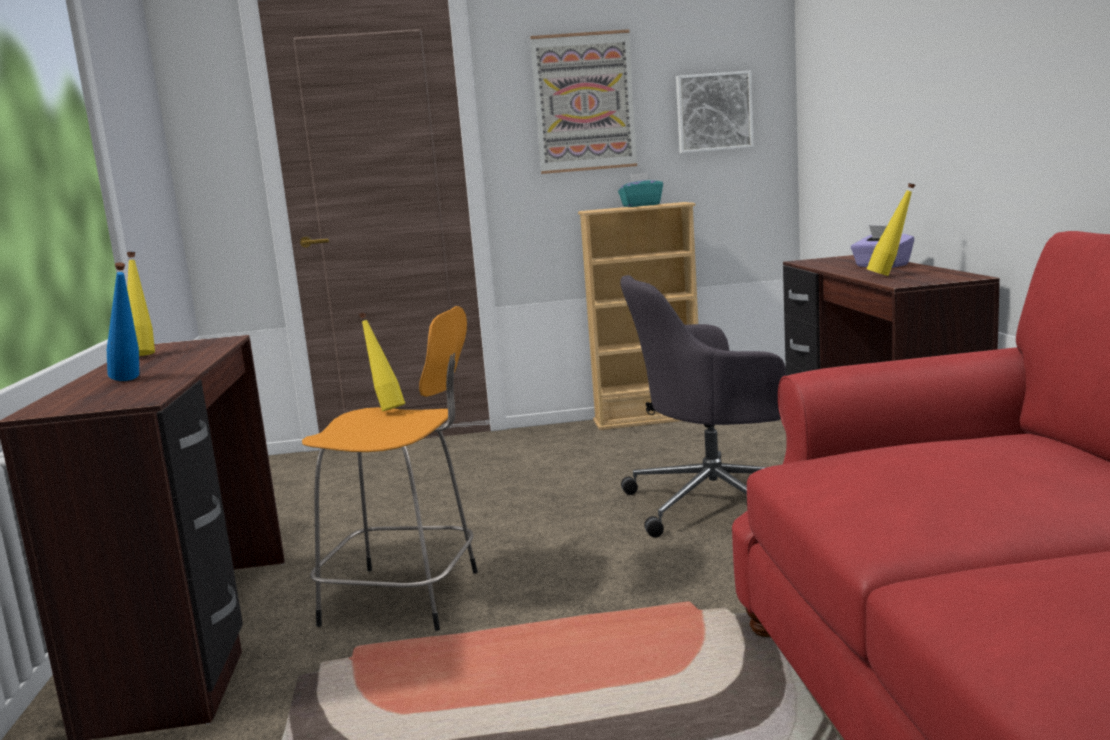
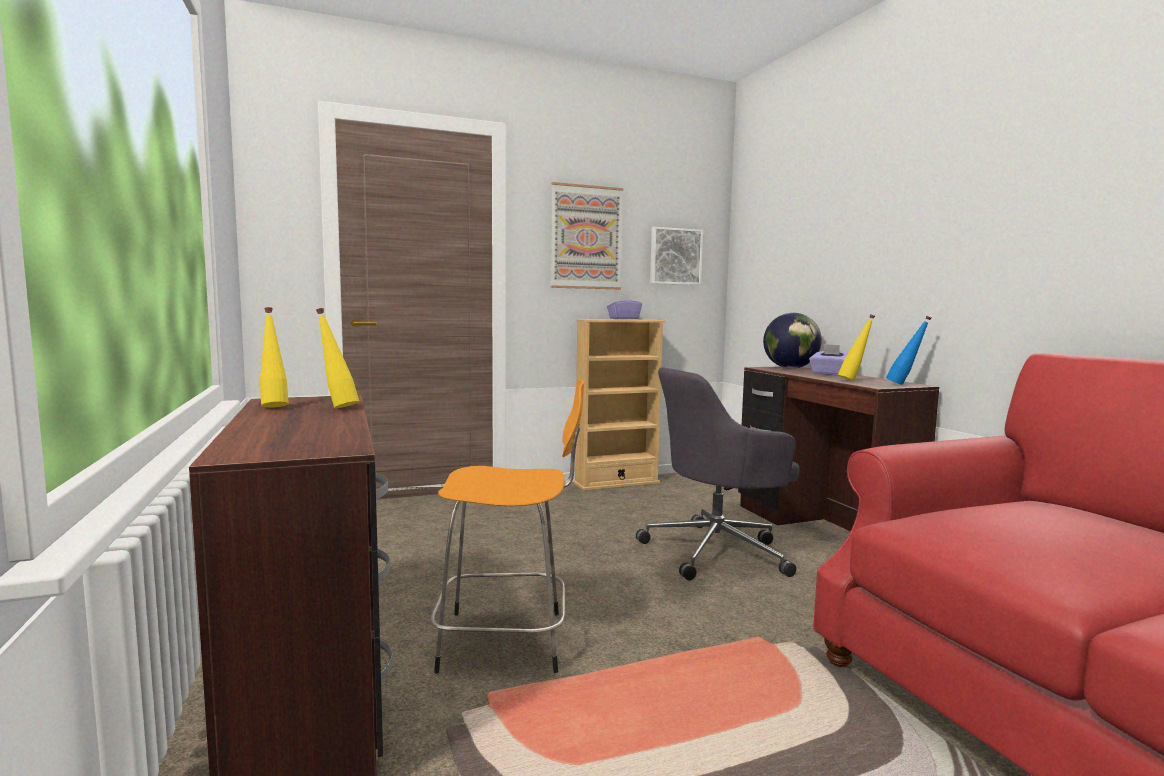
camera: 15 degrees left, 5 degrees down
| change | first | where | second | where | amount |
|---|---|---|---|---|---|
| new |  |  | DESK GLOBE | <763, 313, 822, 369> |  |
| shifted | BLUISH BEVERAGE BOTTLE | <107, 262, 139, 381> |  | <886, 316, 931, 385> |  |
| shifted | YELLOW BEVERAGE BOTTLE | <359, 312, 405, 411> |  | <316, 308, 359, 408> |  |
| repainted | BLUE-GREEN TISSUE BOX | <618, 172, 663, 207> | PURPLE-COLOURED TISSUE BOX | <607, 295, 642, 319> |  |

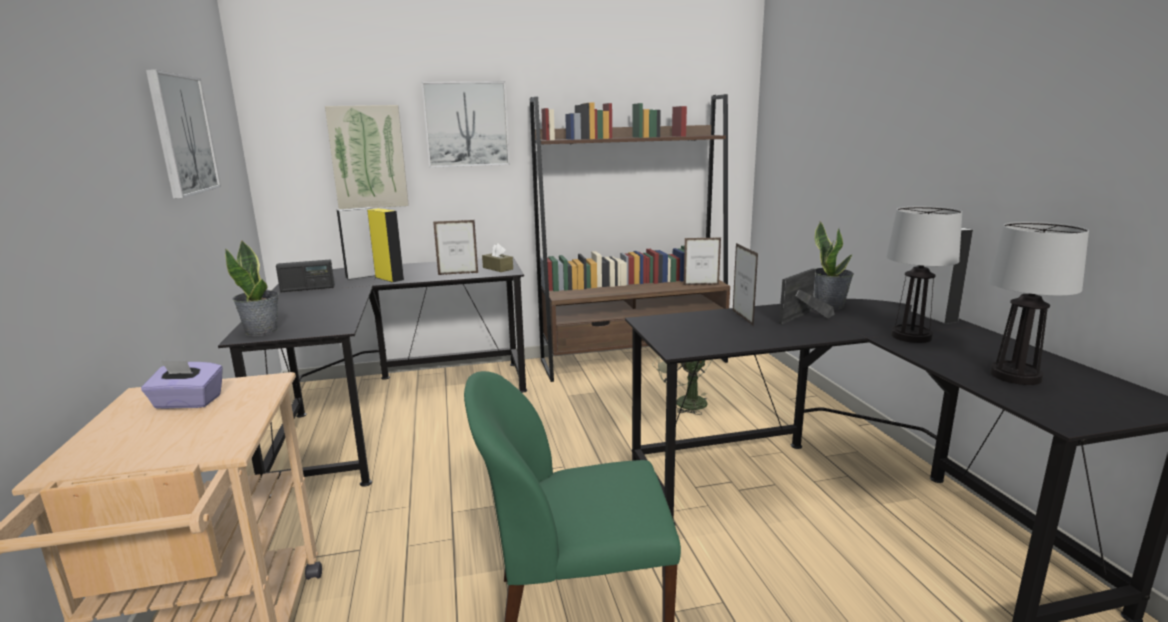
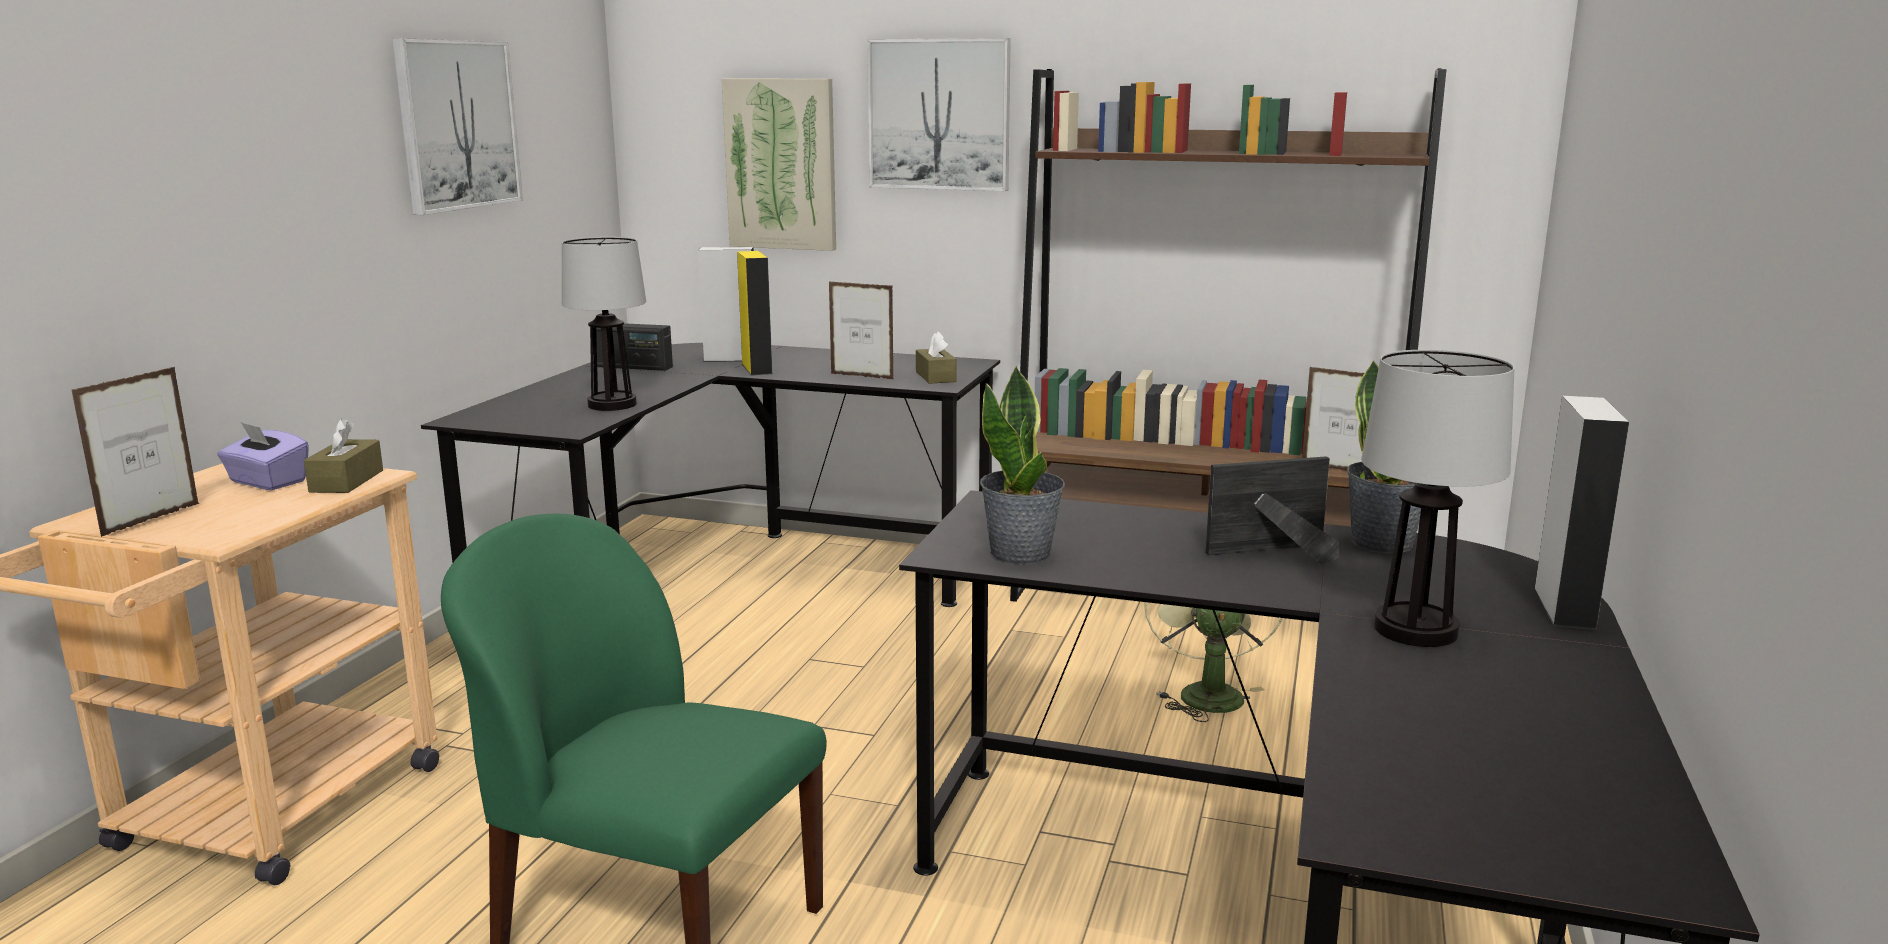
camera: 30 degrees right, 0 degrees up
| change | first | where | second | where | amount |
|---|---|---|---|---|---|
| new |  |  | BROWN TISSUE BOX | <304, 418, 383, 493> |  |
| shifted | PLANT IN A POT | <225, 241, 279, 336> |  | <980, 365, 1065, 565> |  |
| shifted | STANDING FRAME | <732, 243, 758, 326> |  | <72, 367, 199, 537> |  |
| shifted | TABLE LAMP | <988, 222, 1089, 385> |  | <562, 237, 646, 411> |  |

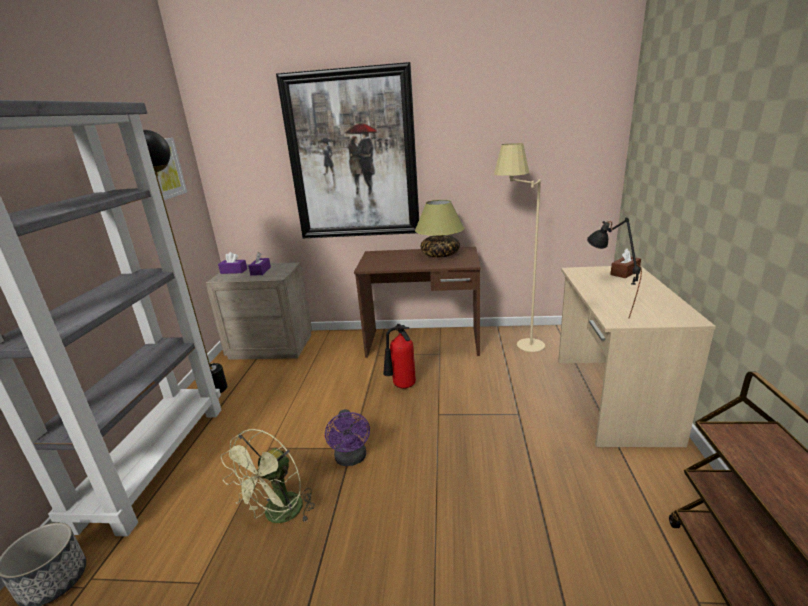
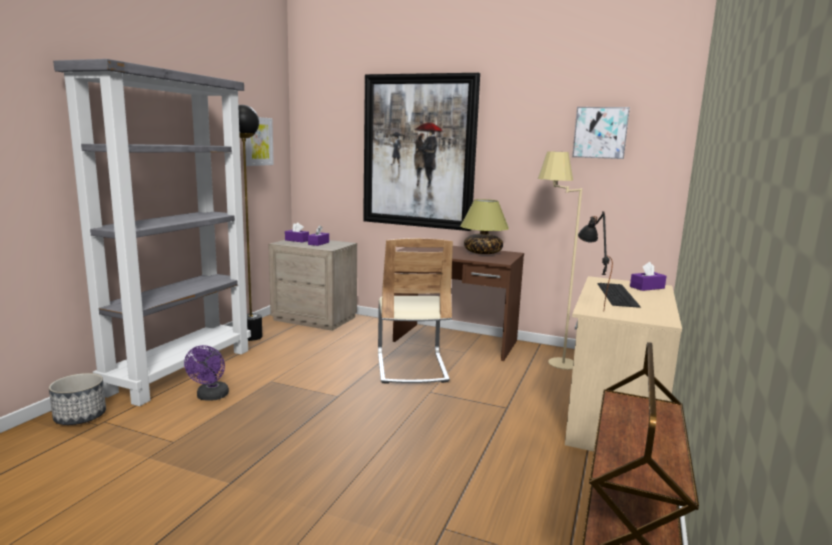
camera: 15 degrees right, 10 degrees down
| change | first | where | second | where | amount |
|---|---|---|---|---|---|
| gone | GREEN-COLOURED ELECTRIC FAN | <221, 429, 315, 523> |  |  |  |
| new |  |  | WALL PICTURE | <572, 107, 630, 159> |  |
| new |  |  | COMPUTER KEYBOARD | <598, 283, 641, 308> |  |
| shifted | PURPLE-COLOURED ELECTRIC FAN | <325, 409, 370, 466> |  | <184, 345, 229, 401> |  |
| swapped | FIRE-FIGHTING CYLINDER | <383, 324, 416, 389> | BEIGE UPRIGHT CHAIR | <378, 238, 453, 384> |  |
| repainted | BROWN TISSUE BOX | <610, 249, 641, 278> | PURPLE-COLOURED TISSUE BOX | <630, 262, 667, 291> |  |

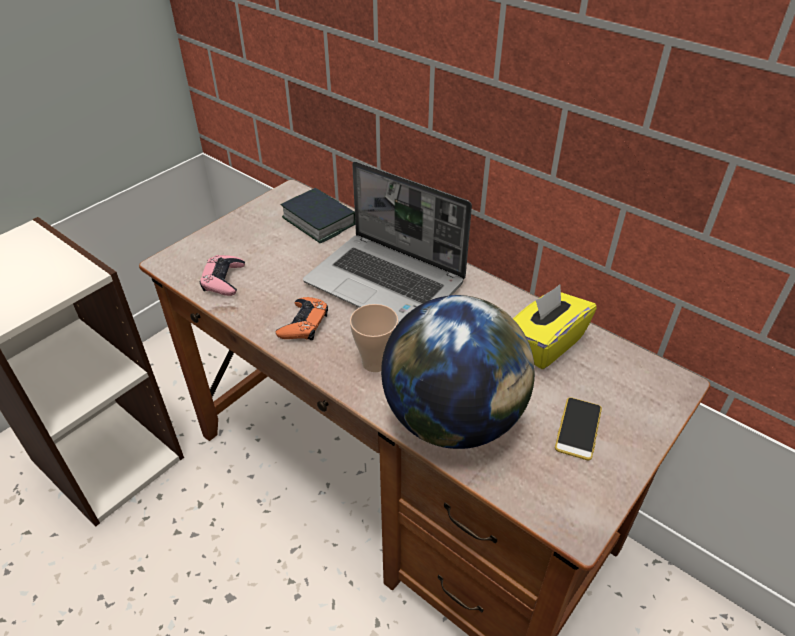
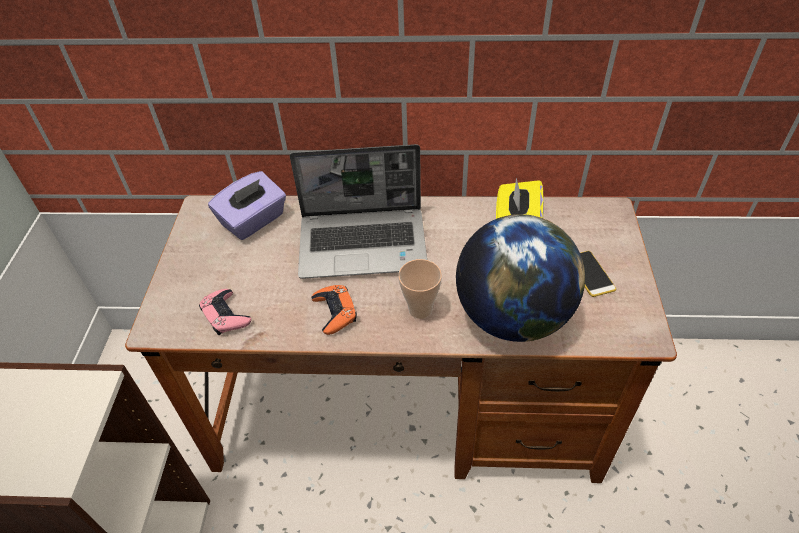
camera: 35 degrees left, 5 degrees up
| change | first | where | second | where | amount |
|---|---|---|---|---|---|
| swapped | BOOK | <281, 188, 355, 243> | PURPLE-COLOURED TISSUE BOX | <208, 171, 286, 240> |  |

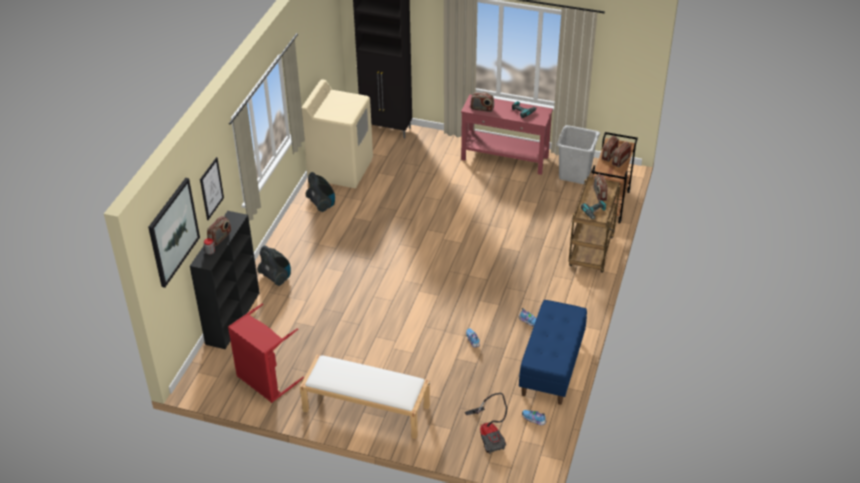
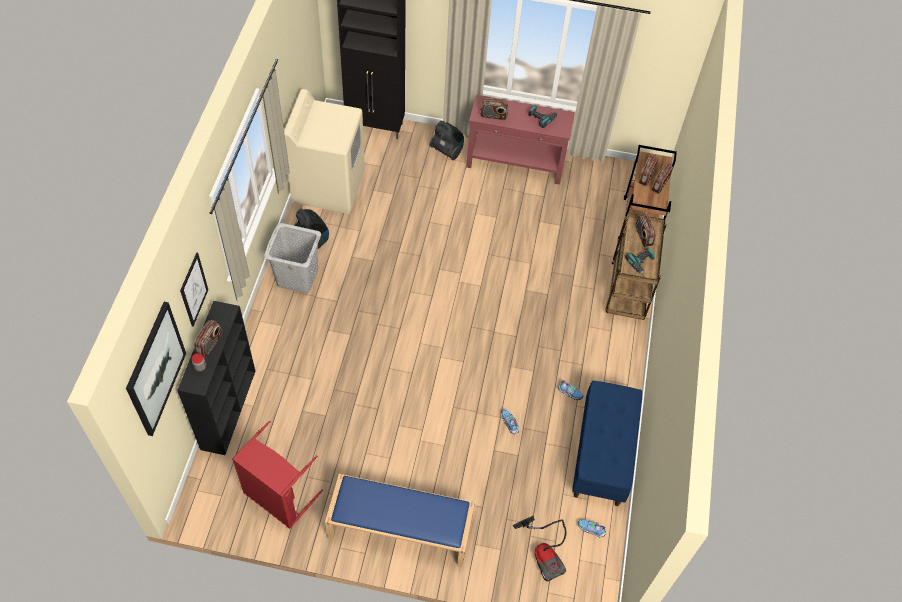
camera: 10 degrees left, 15 degrees up
| change | first | where | second | where | amount |
|---|---|---|---|---|---|
| shifted | VACUUM | <257, 246, 291, 286> |  | <429, 121, 464, 160> |  |
| shifted | GRAY WASHING BASKET | <556, 125, 600, 184> |  | <264, 223, 321, 293> |  |
| repainted | WHITE INDOOR BENCH | <300, 355, 430, 439> | BLUISH INDOOR BENCH | <325, 474, 475, 567> |  |

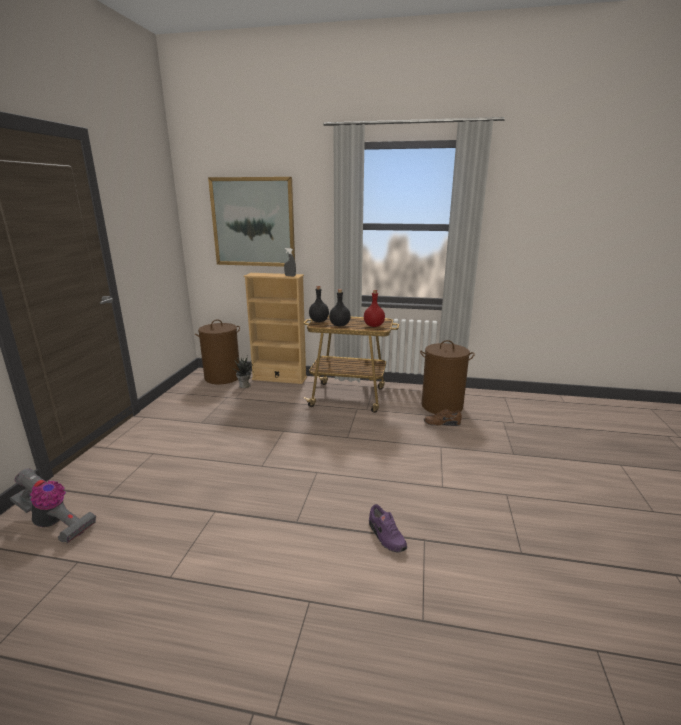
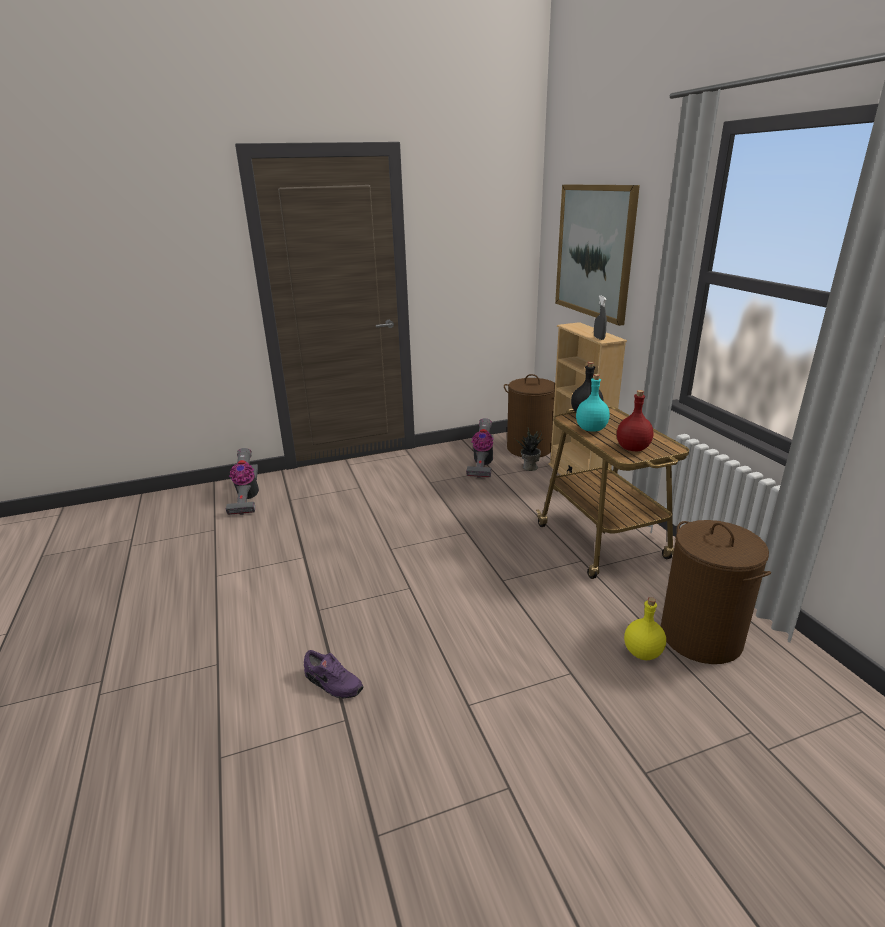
camera: 60 degrees right, 5 degrees up
| change | first | where | second | where | amount |
|---|---|---|---|---|---|
| new |  |  | VACUUM | <466, 418, 494, 478> |  |
| swapped | BROWN LOW SHOE | <424, 409, 462, 426> | YELLOW BEVERAGE BOTTLE | <624, 597, 666, 660> |  |
| repainted | BLACK-COLOURED BEVERAGE BOTTLE | <329, 289, 351, 326> | BLUE-GREEN BEVERAGE BOTTLE | <576, 374, 610, 432> |  |
| rotated | PURPLE-COLOURED LOW SHOE | <369, 504, 407, 552> |  | <304, 650, 364, 698> | 90 degrees counterclockwise |

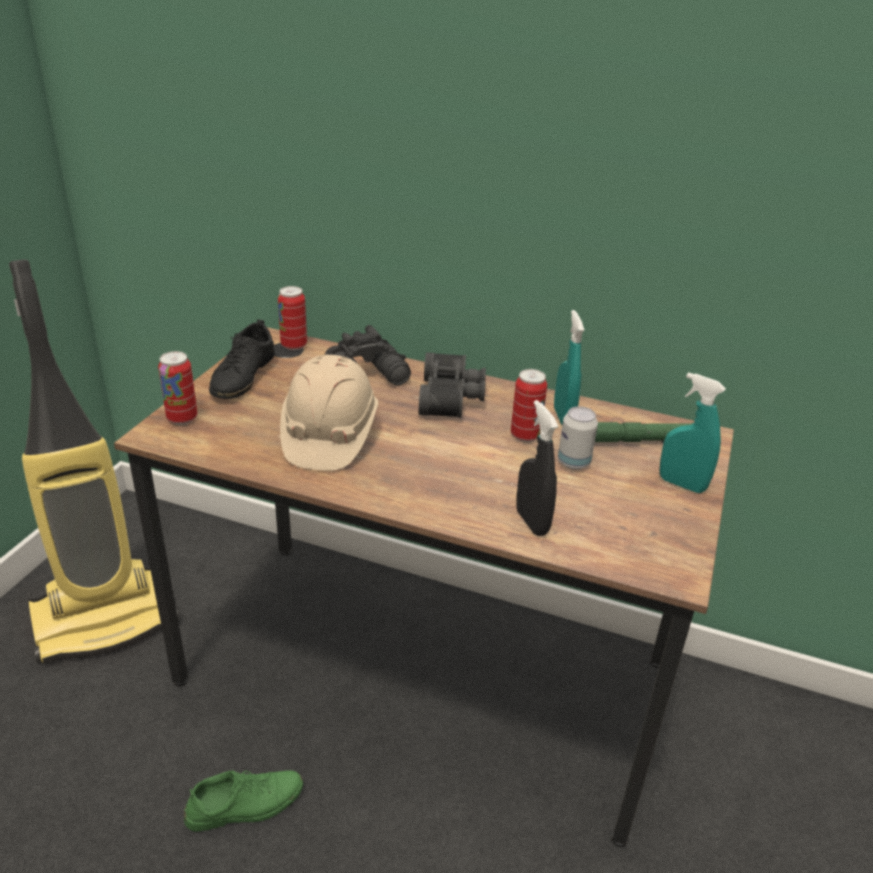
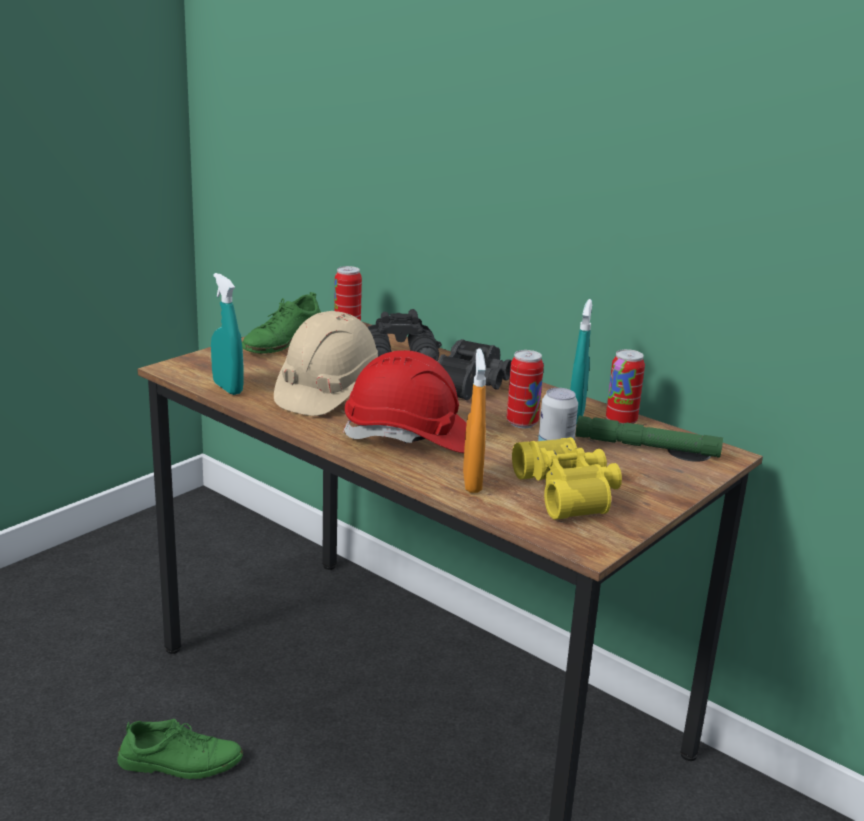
camera: 20 degrees right, 10 degrees down
| change | first | where | second | where | amount |
|---|---|---|---|---|---|
| gone | VACUUM | <9, 260, 180, 664> |  |  |  |
| new |  |  | RED-COLOURED WORK HELMET | <342, 350, 467, 453> |  |
| new |  |  | YELLOW FIELD GLASSES | <512, 437, 622, 520> |  |
| shifted | CAN | <158, 351, 197, 425> |  | <606, 349, 645, 424> |  |
| shifted | BLUE-GREEN SPRAY BOTTLE | <660, 372, 726, 493> |  | <211, 273, 244, 395> |  |
| repainted | BLACK-COLOURED LOW SHOE | <209, 319, 275, 399> | GREEN-COLOURED LOW SHOE | <242, 292, 321, 354> |  |
| repainted | BLACK-COLOURED SPRAY BOTTLE | <516, 400, 559, 536> | ORANGEY SPRAY BOTTLE | <463, 348, 486, 493> |  |

